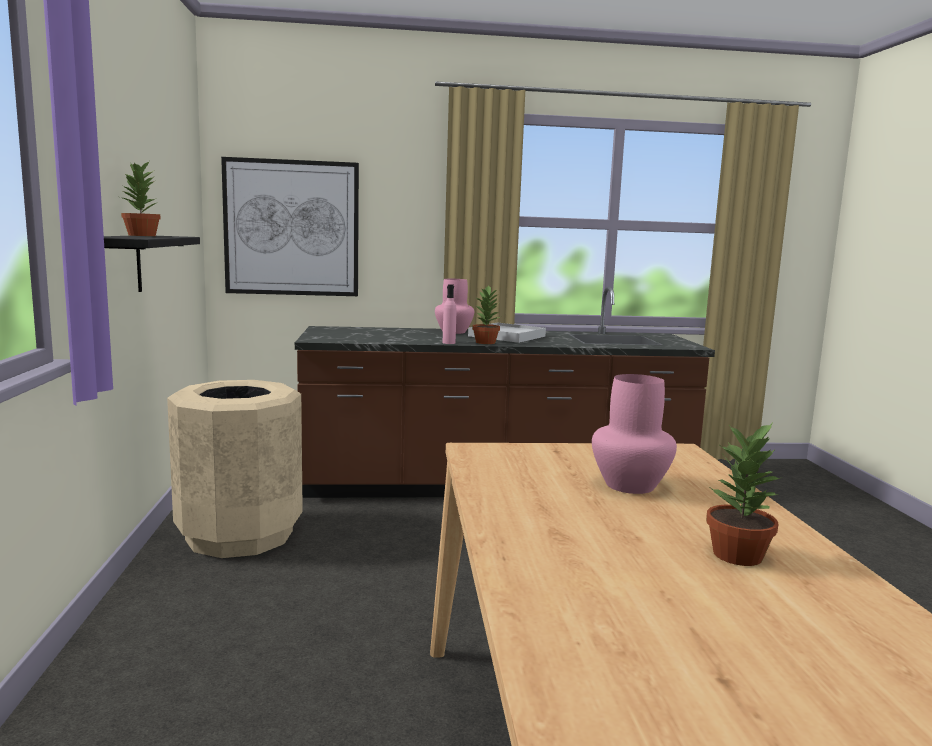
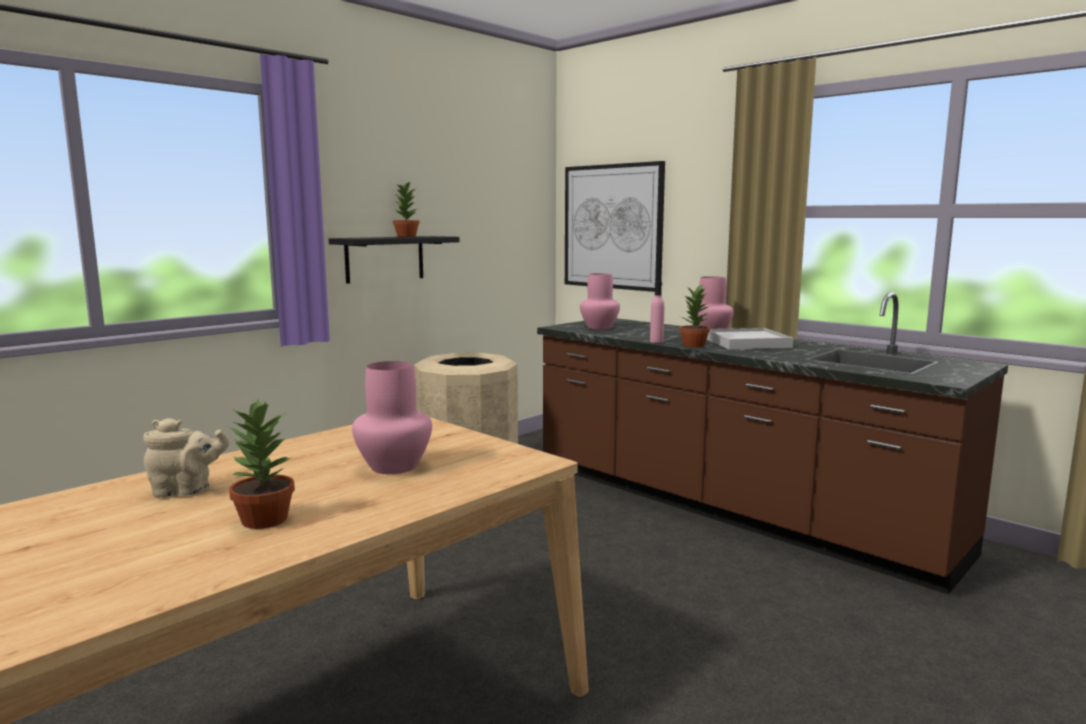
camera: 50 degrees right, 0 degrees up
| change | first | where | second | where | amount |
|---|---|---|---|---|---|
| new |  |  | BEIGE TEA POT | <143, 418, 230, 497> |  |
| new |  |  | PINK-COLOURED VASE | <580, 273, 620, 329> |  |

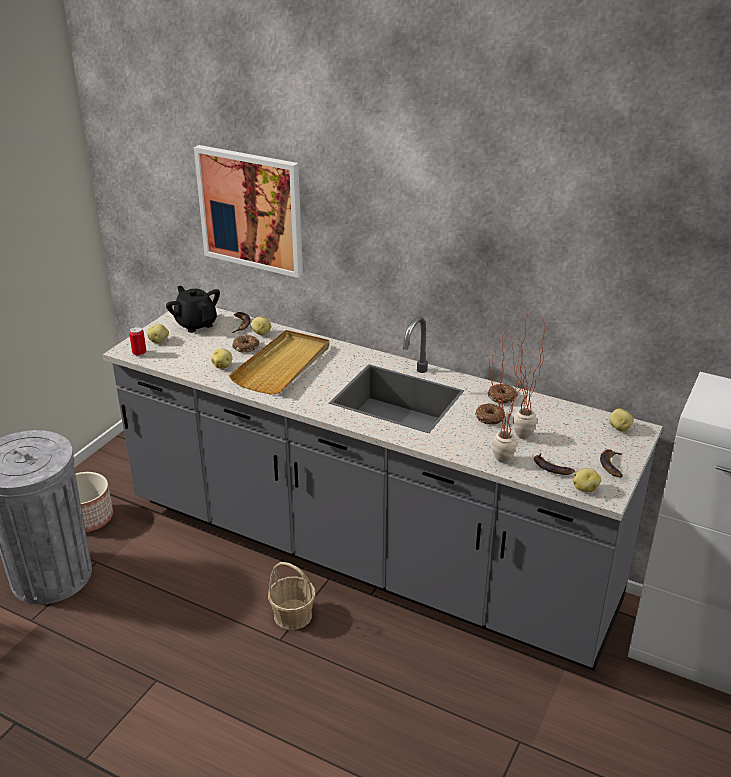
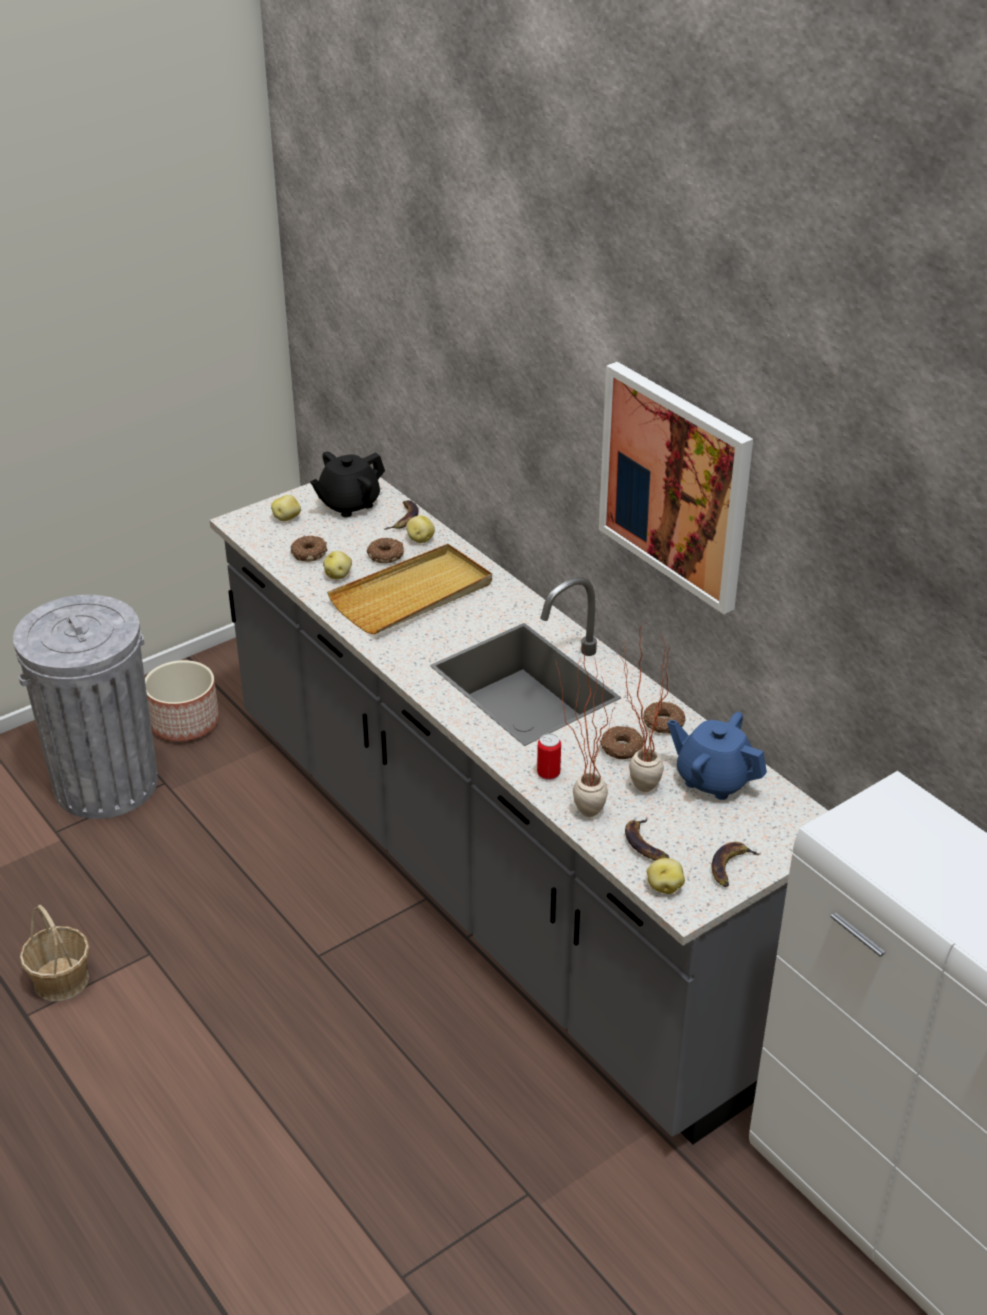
camera: 25 degrees right, 5 degrees up
| change | first | where | second | where | amount |
|---|---|---|---|---|---|
| gone | SPUD | <609, 408, 633, 431> |  |  |  |
| new |  |  | DOUGHNUT | <291, 535, 327, 562> |  |
| new |  |  | BLUISH TEA POT | <667, 712, 767, 800> |  |
| shifted | CAN | <129, 327, 146, 357> |  | <537, 733, 561, 782> |  |
| shifted | WALL PICTURE | <194, 145, 303, 278> |  | <599, 362, 753, 614> |  |
| shifted | STORAGE BASKET | <268, 562, 316, 630> |  | <20, 905, 89, 1002> |  |
| rotated | BLACK-COLOURED TEA POT | <166, 286, 220, 333> |  | <310, 451, 385, 517> | 120 degrees counterclockwise |

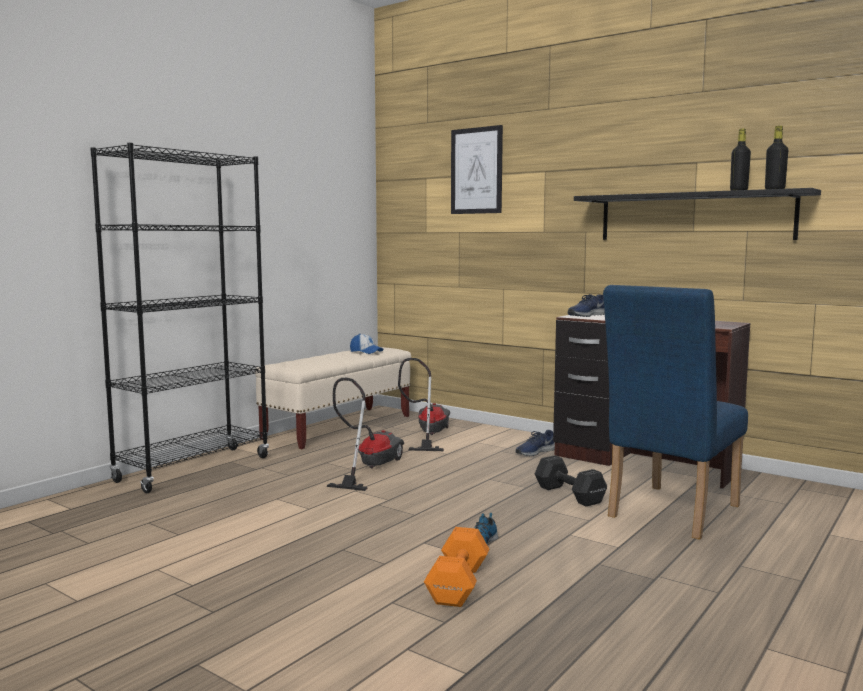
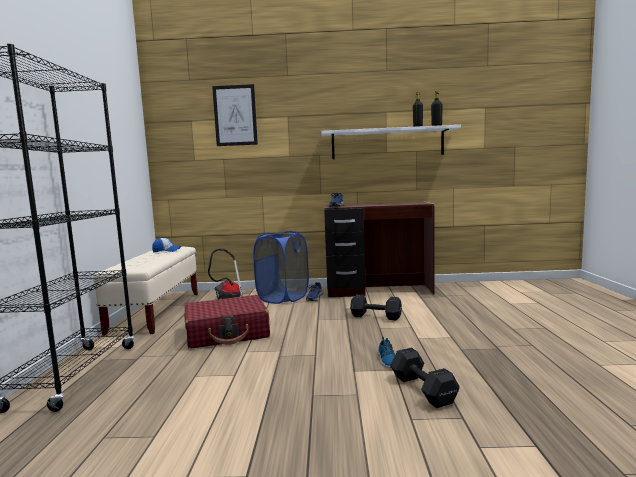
camera: 35 degrees left, 0 degrees up
| change | first | where | second | where | amount |
|---|---|---|---|---|---|
| gone | BLUISH UPRIGHT CHAIR | <603, 285, 748, 540> |  |  |  |
| new |  |  | BLUISH WASHING BASKET | <253, 231, 309, 304> |  |
| swapped | VACUUM | <326, 378, 404, 491> | RED-COLOURED PIECE OF LUGGAGE | <185, 295, 270, 349> |  |
| repainted | ORANGEY HAND WEIGHT | <424, 527, 489, 607> | BLACK-COLOURED HAND WEIGHT | <390, 347, 460, 408> |  |
| repainted | BLACK-COLOURED BRACKET SHELF | <574, 188, 821, 240> | WHITE BRACKET SHELF | <321, 125, 461, 159> |  |

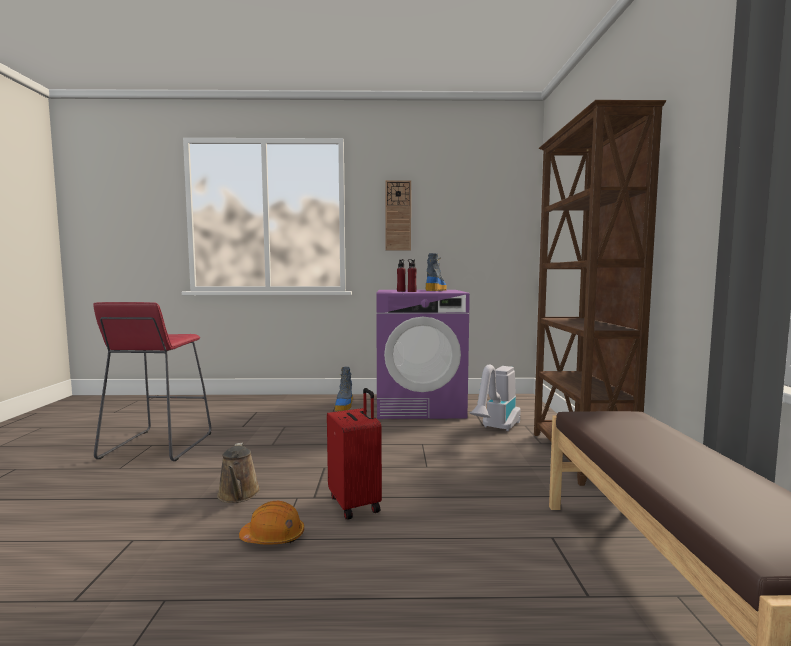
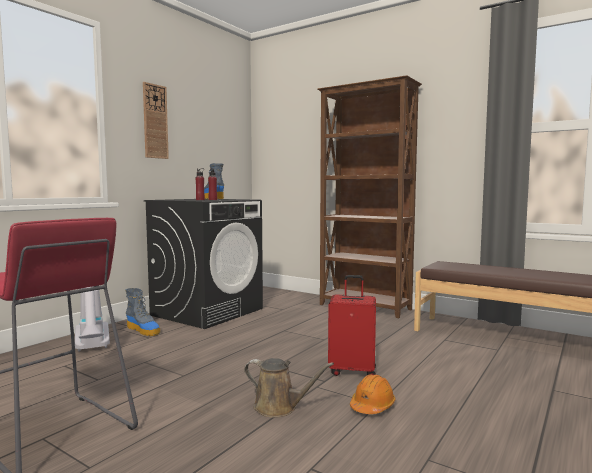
camera: 55 degrees left, 0 degrees up
| change | first | where | second | where | amount |
|---|---|---|---|---|---|
| shifted | VACUUM | <470, 364, 521, 431> |  | <75, 285, 110, 352> |  |
| repainted | PURPLE-COLOURED LAUNDRY MACHINE | <376, 290, 470, 419> | BLACK-COLOURED LAUNDRY MACHINE | <144, 199, 263, 329> |  |

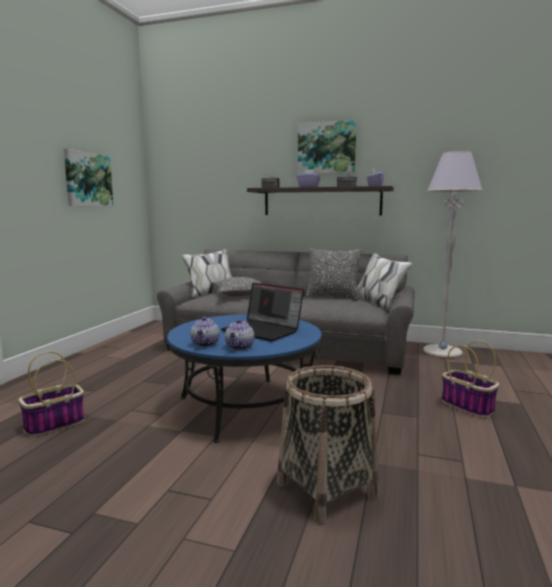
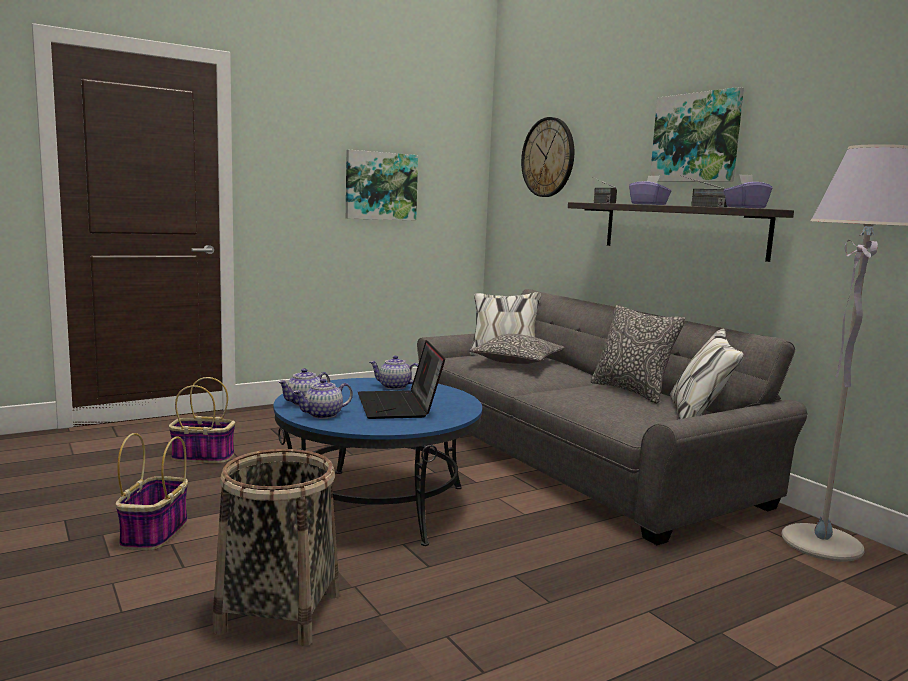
camera: 40 degrees right, 0 degrees up
| change | first | where | second | where | amount |
|---|---|---|---|---|---|
| new |  |  | TEA POT | <369, 355, 418, 390> |  |
| new |  |  | HANGING CLOCK | <521, 117, 574, 197> |  |
| shifted | STORAGE BASKET | <442, 340, 499, 418> |  | <116, 433, 188, 550> |  |

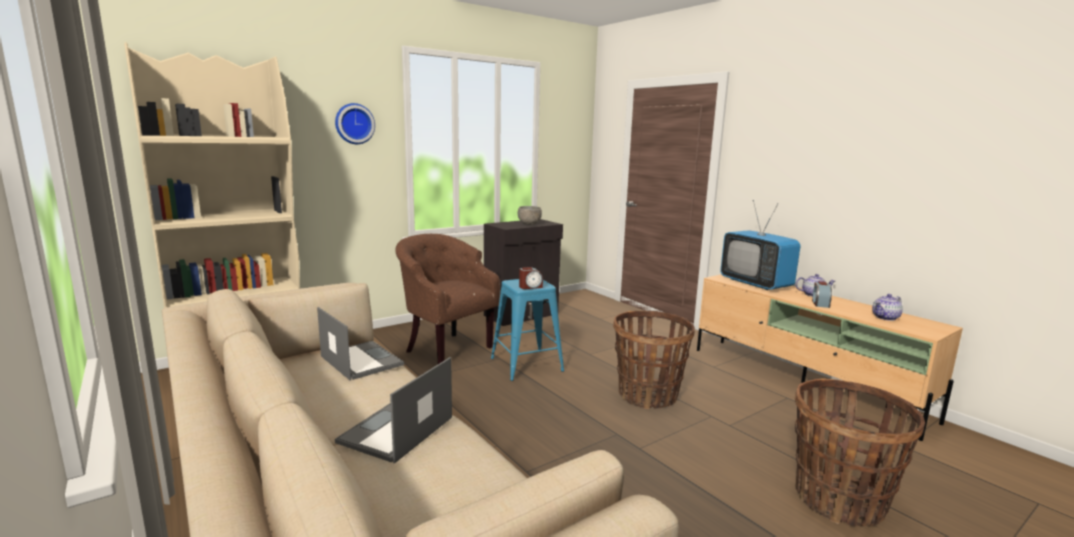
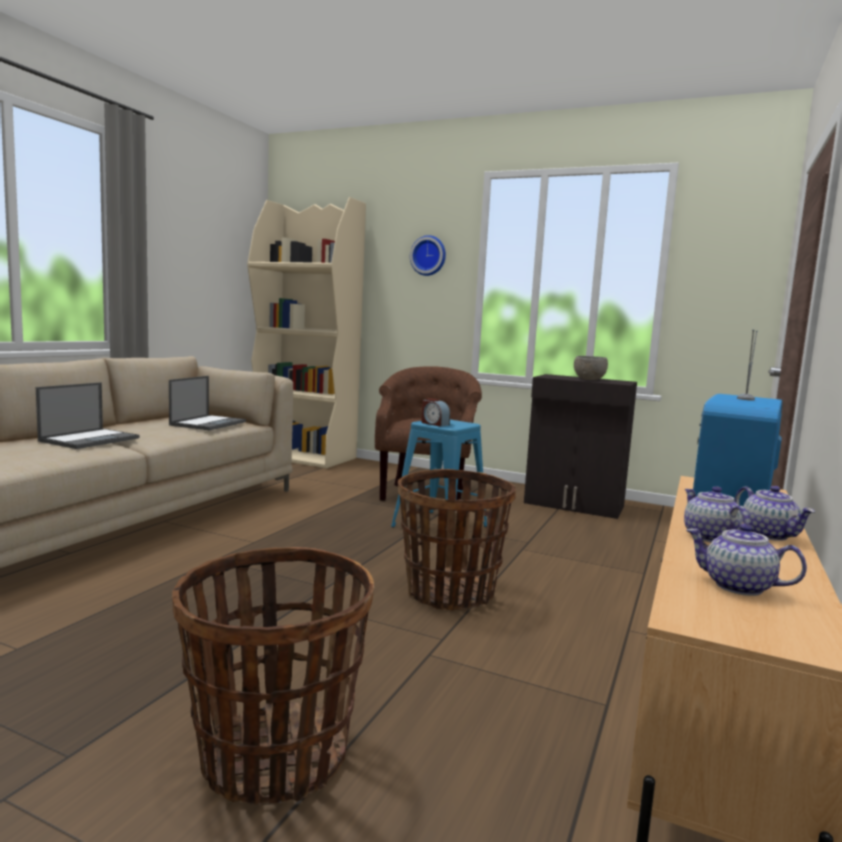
camera: 60 degrees right, 5 degrees down
| change | first | where | second | where | amount |
|---|---|---|---|---|---|
| swapped | ALARM CLOCK | <812, 281, 832, 308> | TEA POT | <684, 486, 749, 542> |  |
| rotated | NOTEBOOK COMPUTER | <335, 357, 452, 463> |  | <36, 382, 139, 449> | 120 degrees clockwise |

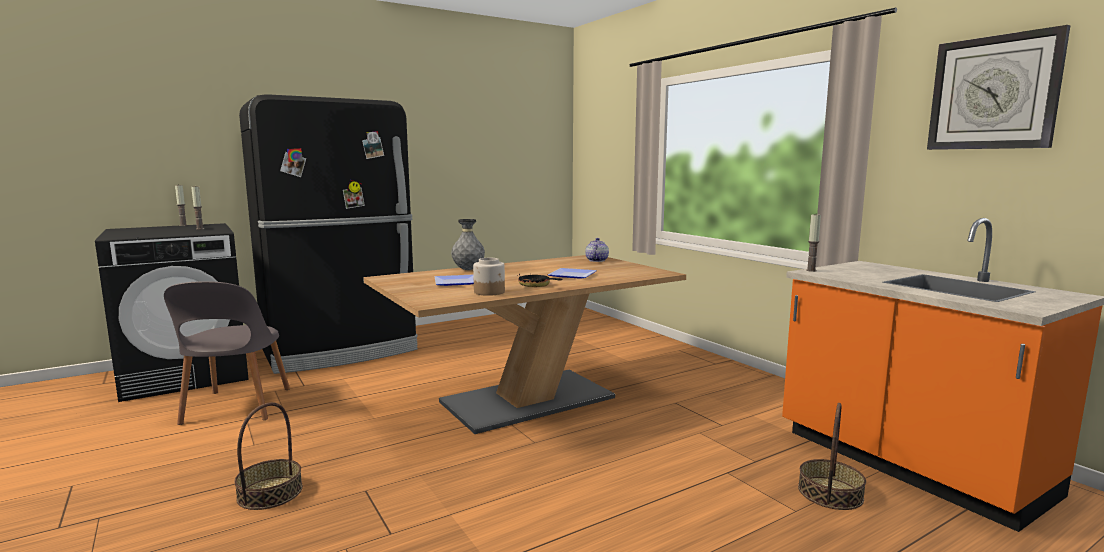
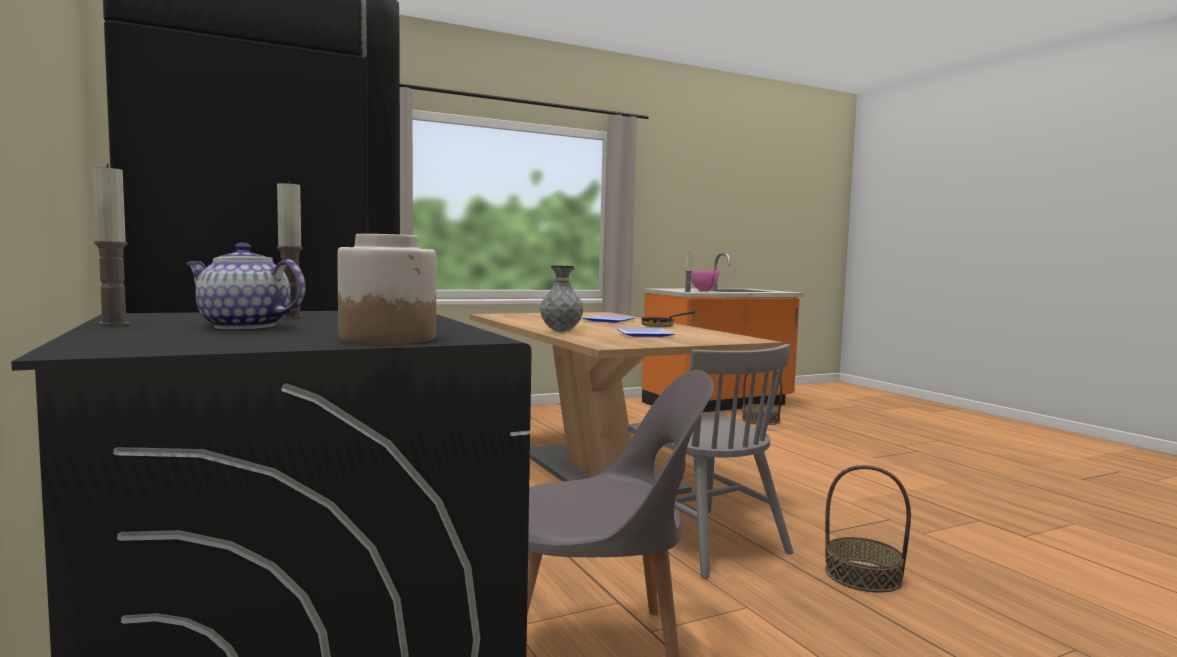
camera: 85 degrees left, 5 degrees down
| change | first | where | second | where | amount |
|---|---|---|---|---|---|
| gone | HANGING CLOCK | <927, 25, 1070, 150> |  |  |  |
| new |  |  | GRAY UPRIGHT CHAIR | <628, 344, 794, 579> |  |
| new |  |  | PINK-COLOURED SERVING BOWL | <691, 270, 720, 292> |  |
| shifted | STORAGE JAR | <473, 258, 505, 296> |  | <337, 234, 436, 344> |  |
| shifted | TEA POT | <585, 238, 609, 262> |  | <186, 242, 306, 329> |  |

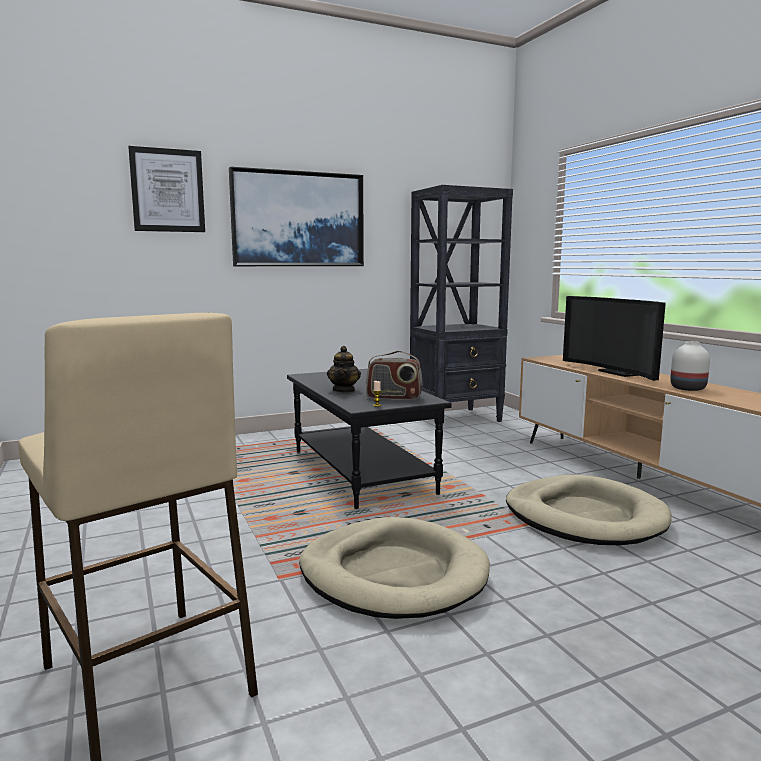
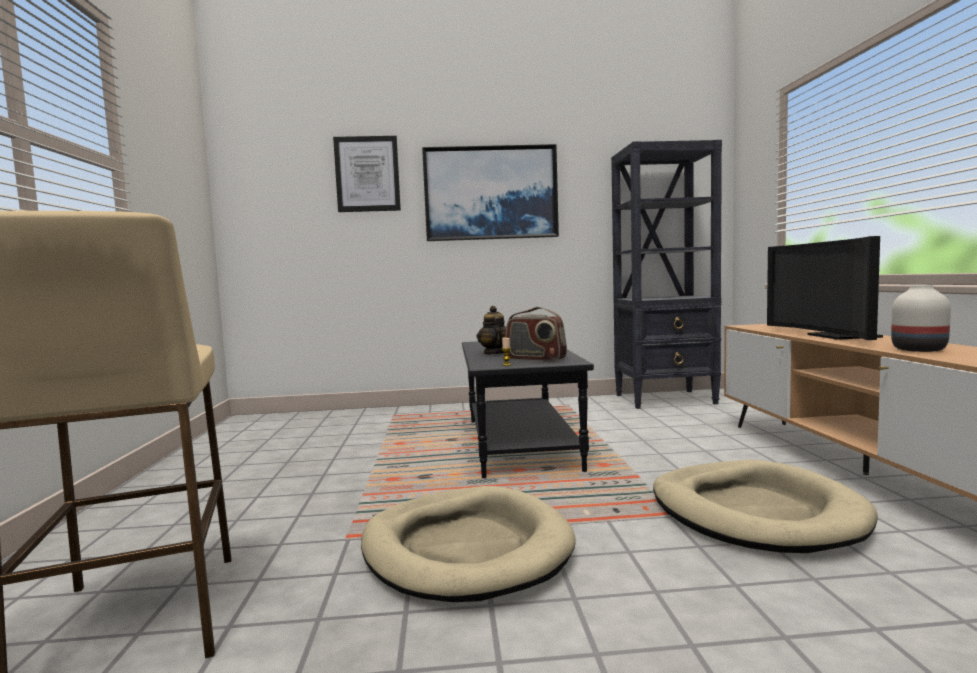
camera: 20 degrees right, 5 degrees down
| change | first | where | second | where | amount |
|---|---|---|---|---|---|
| rotated | TEA POT | <327, 346, 361, 393> |  | <477, 306, 506, 355> | 150 degrees clockwise |

